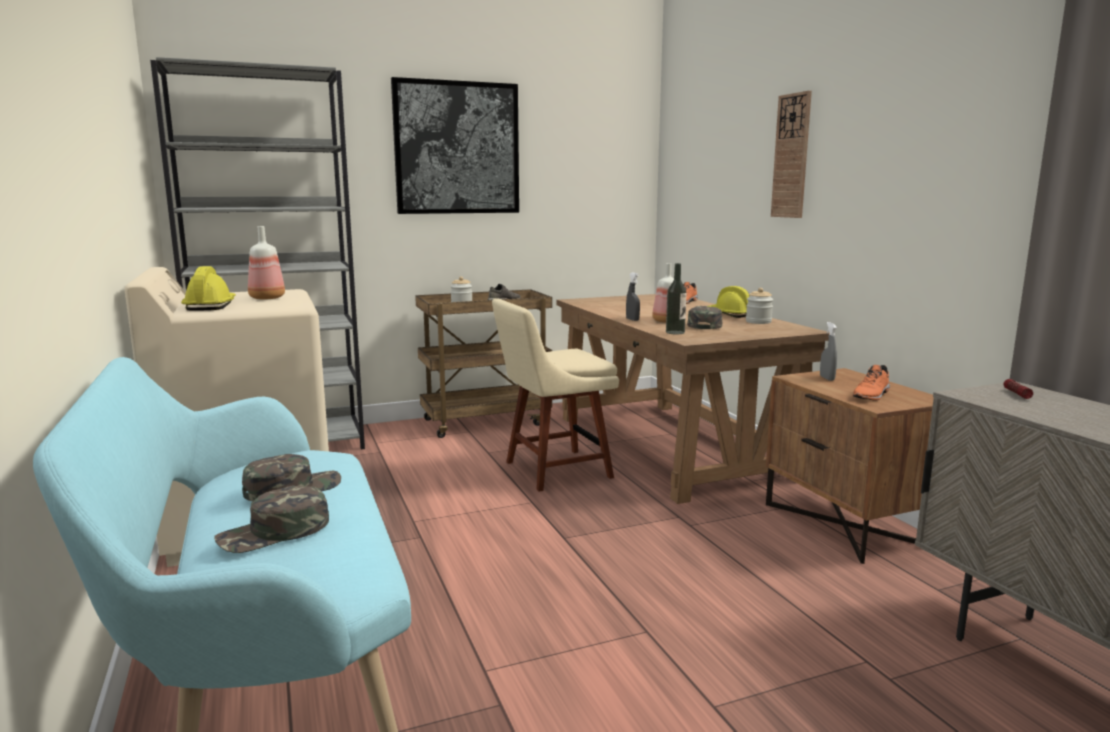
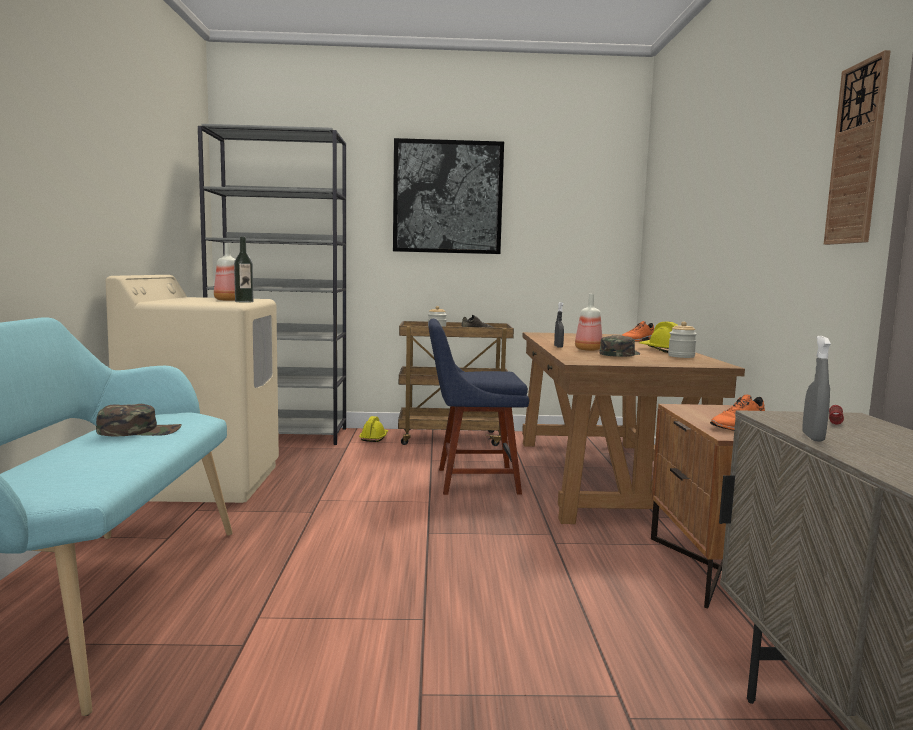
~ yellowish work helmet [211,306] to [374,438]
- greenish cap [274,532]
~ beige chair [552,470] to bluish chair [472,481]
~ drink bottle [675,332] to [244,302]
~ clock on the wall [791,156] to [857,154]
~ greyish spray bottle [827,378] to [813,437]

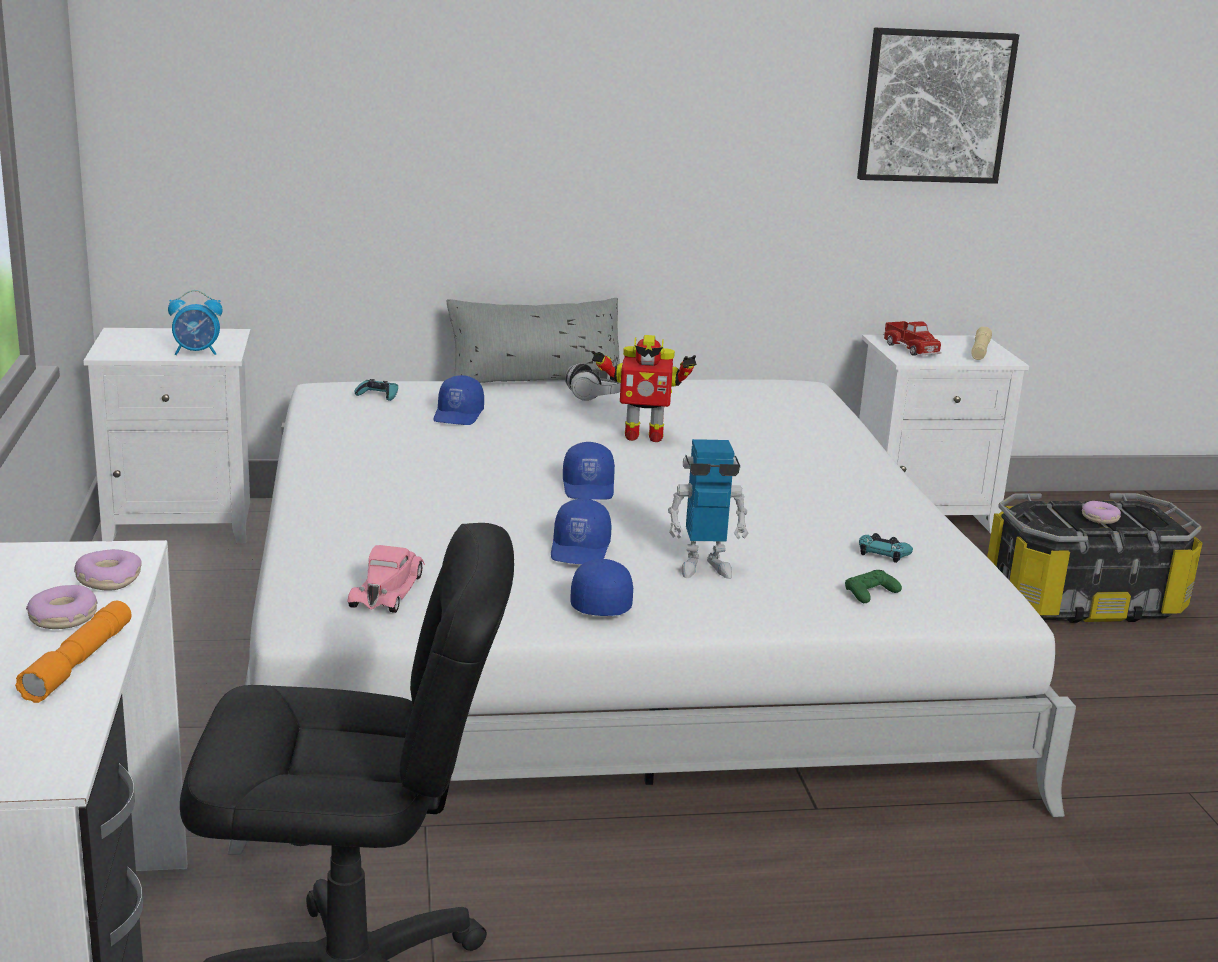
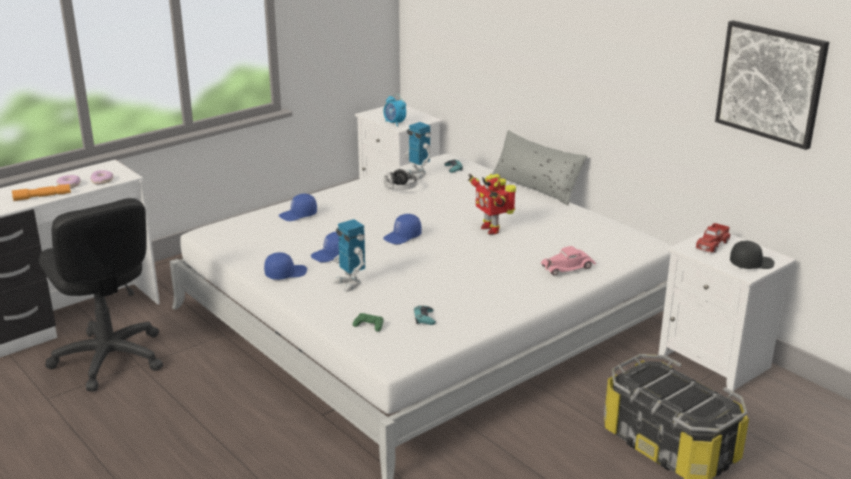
~ pink toy car [387,589] to [568,267]
~ bluish cap [459,415] to [298,215]
~ headphones [595,396] to [401,188]
~ beige hand torch [980,351] to black cap [751,263]
- doughnut [1100,519]
+ model robot [417,174]

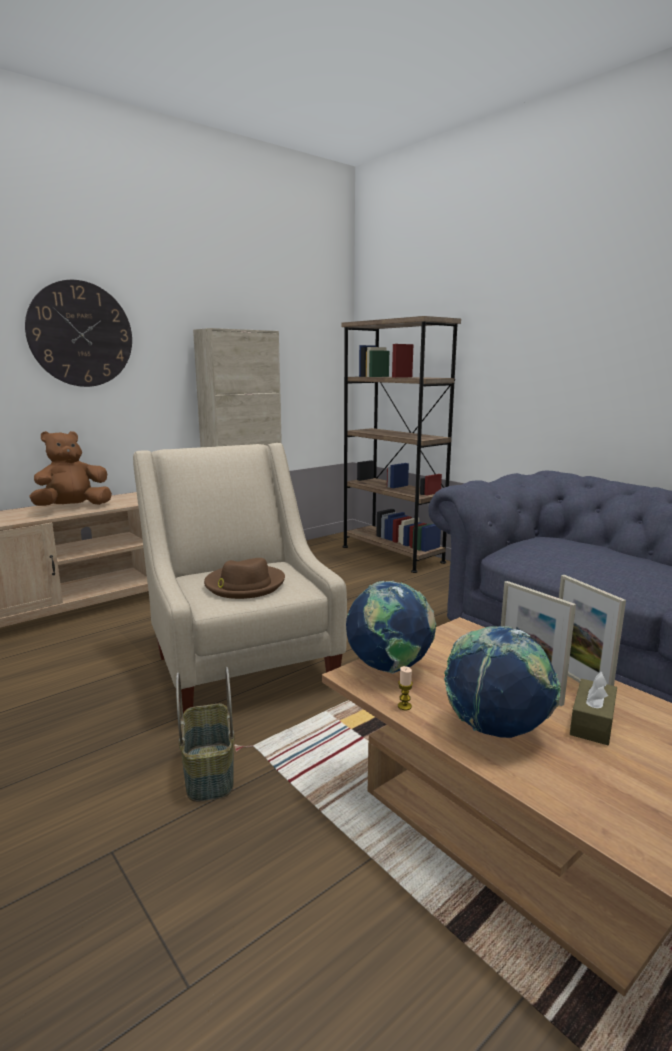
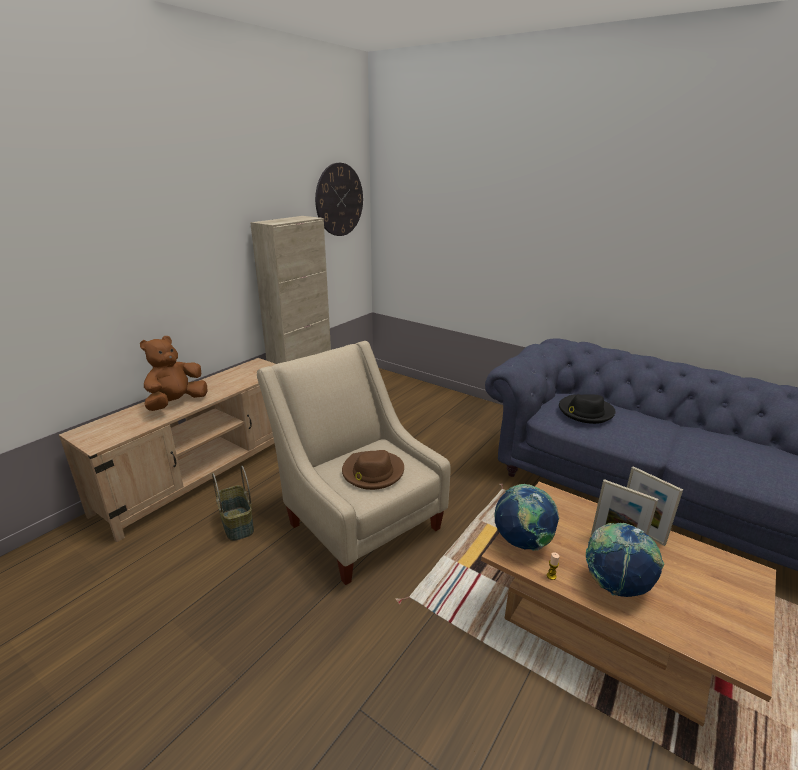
~ clock on the wall [80,334] to [339,200]
~ household basket [207,771] to [236,524]
- brownish shelving unit [392,554]
- brownish box of tissues [592,722]
+ black wearable hat [585,411]

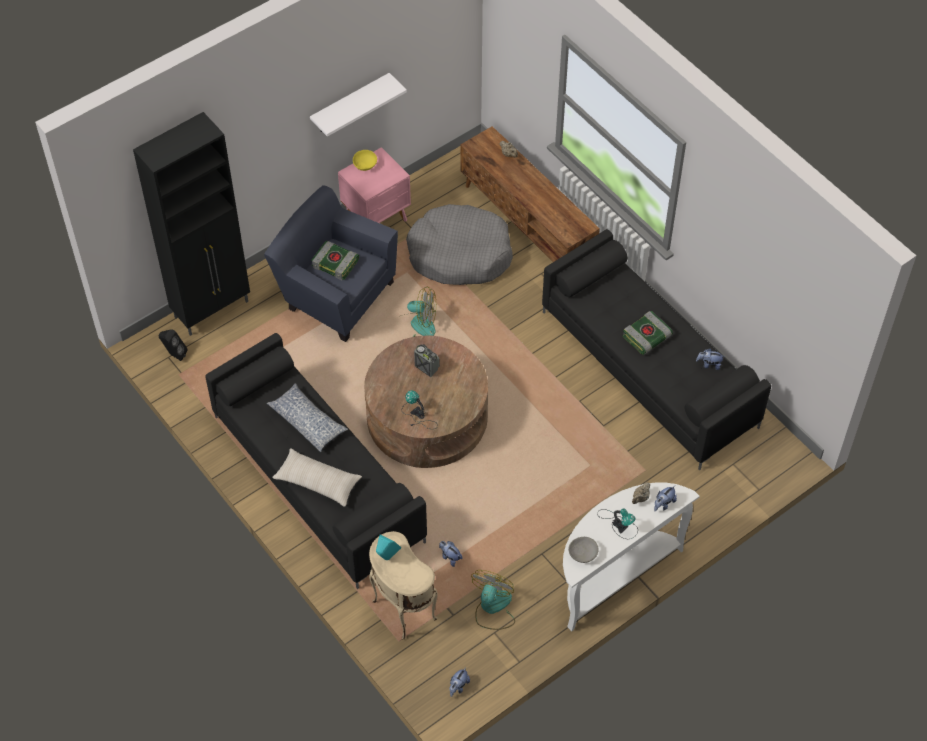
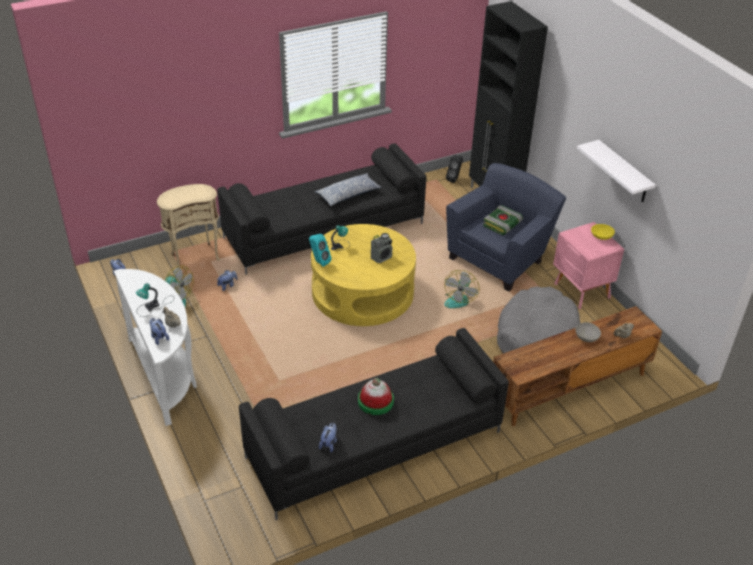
- beige pillow [317,482]
~ brownish low table [427,416] to yellowish low table [362,292]
~ turquoise-coloured loudspeaker [387,558] to [319,262]
~ greyish serving bowl [583,554] to [586,337]
~ volume [646,337] to wearable hat [375,401]

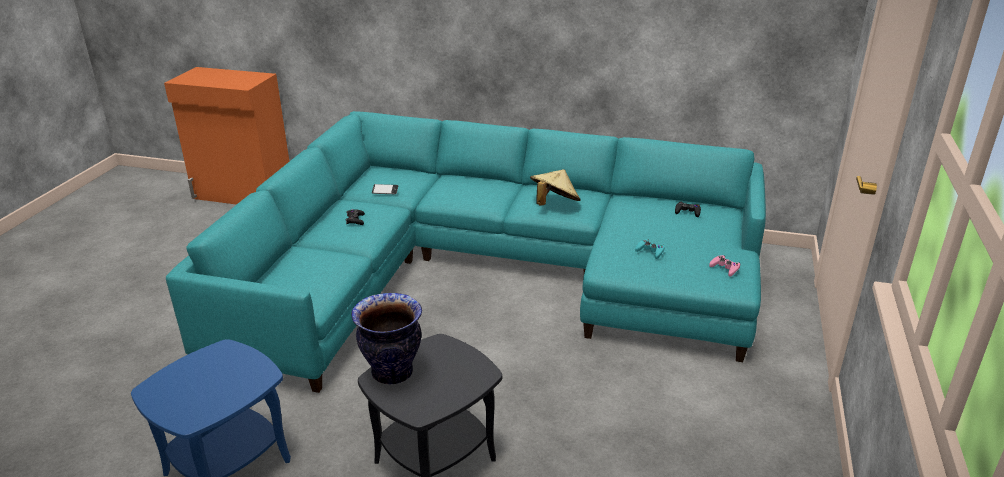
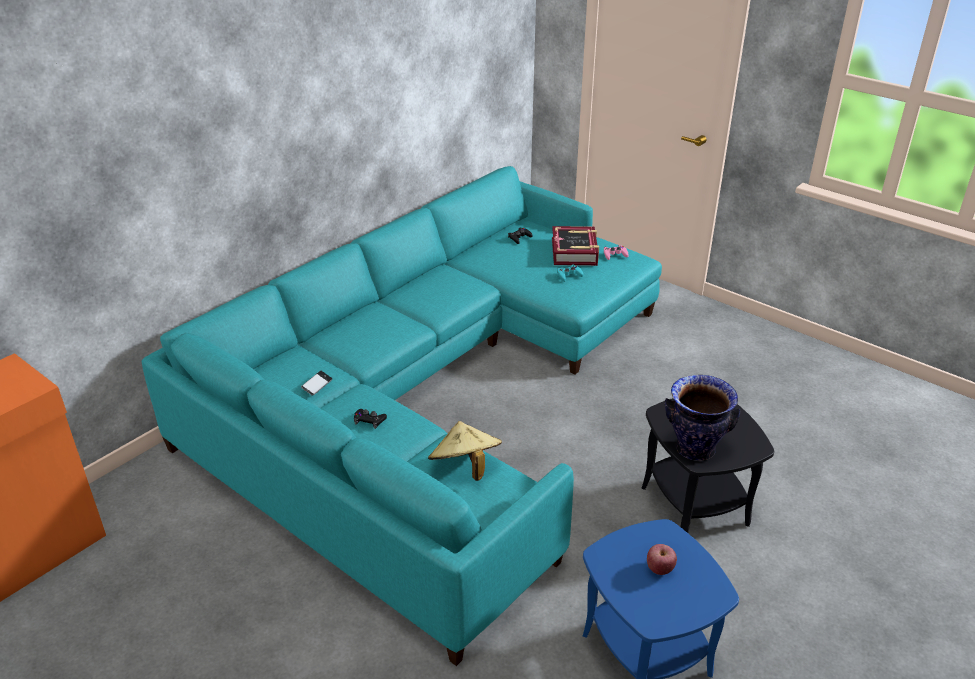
~ beige wearable hat [554,204] to [465,467]
+ volume [574,252]
+ whole apple [660,569]

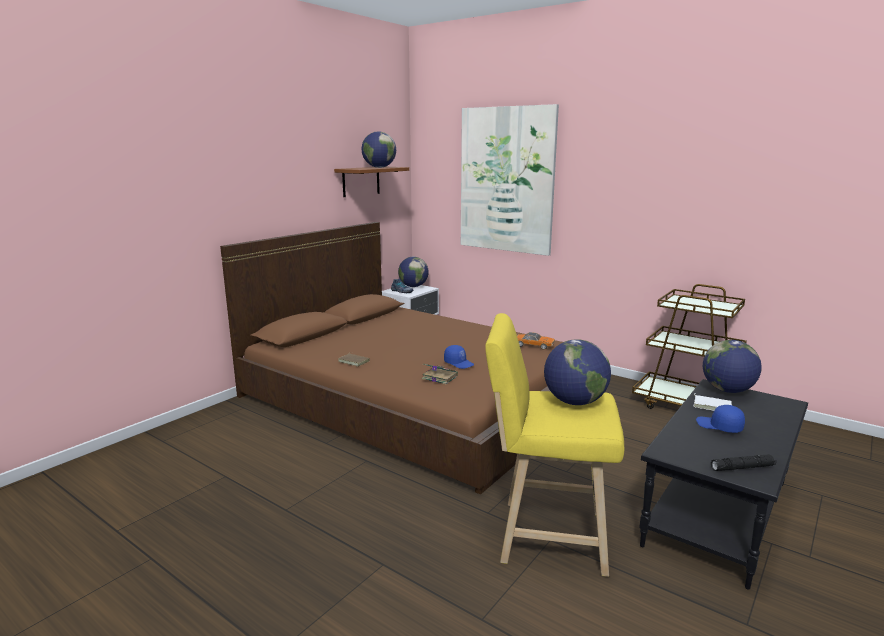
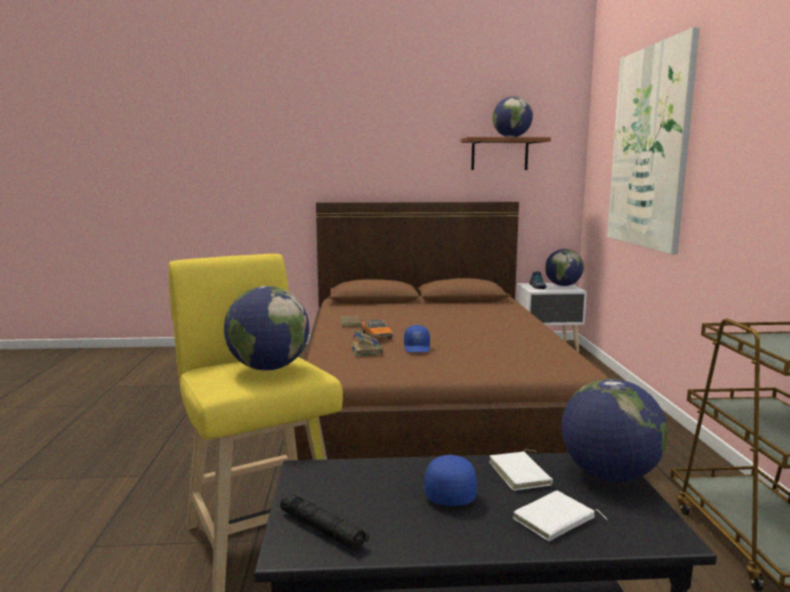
~ toy car [534,345] to [376,335]
+ whitish volume [555,521]

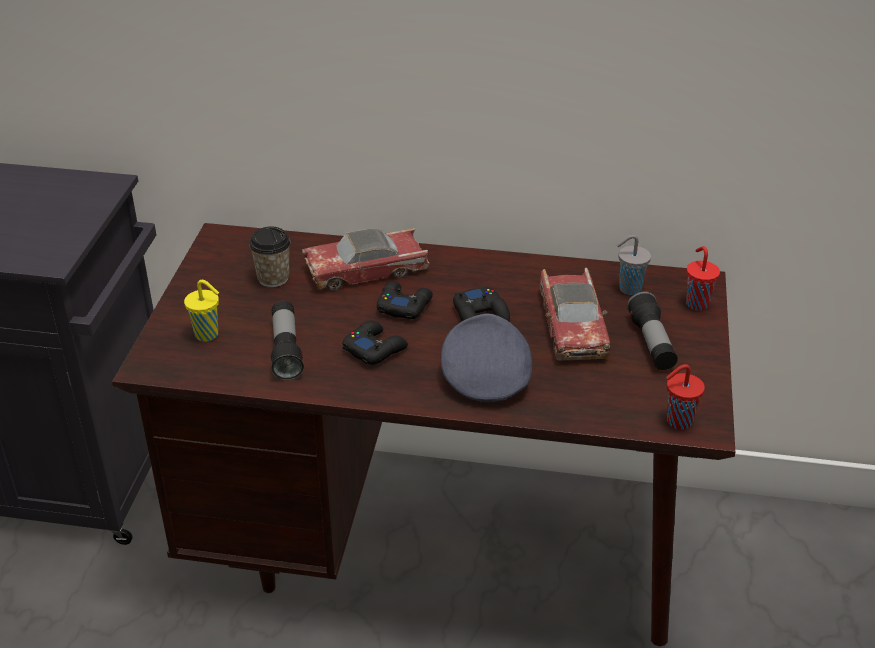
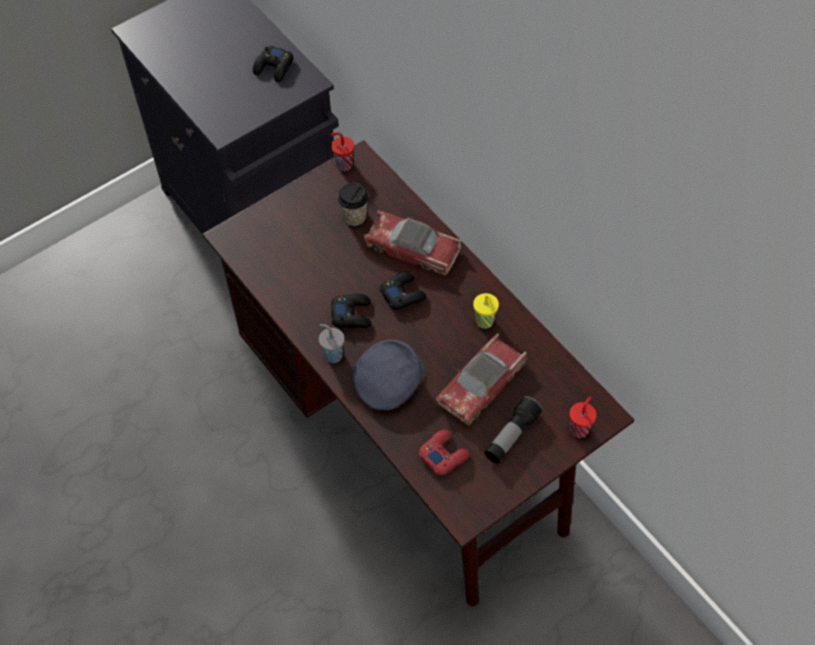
~ yellowish cup [208,335] to [485,322]
- hand torch [286,350]
~ black gamepad [481,315] to [274,67]
~ greyish cup [628,289] to [332,355]
~ red-coloured cup [677,421] to [343,164]
+ red-coloured gamepad [443,455]

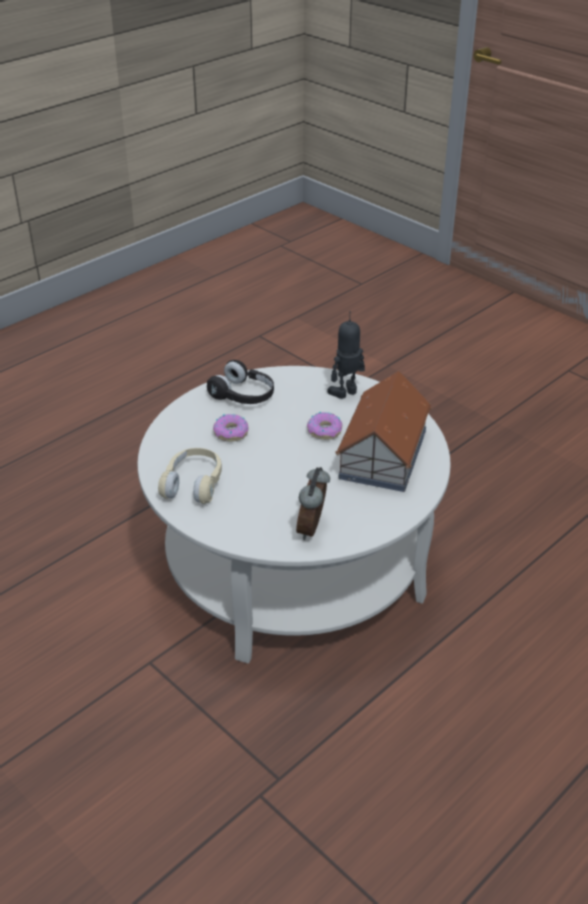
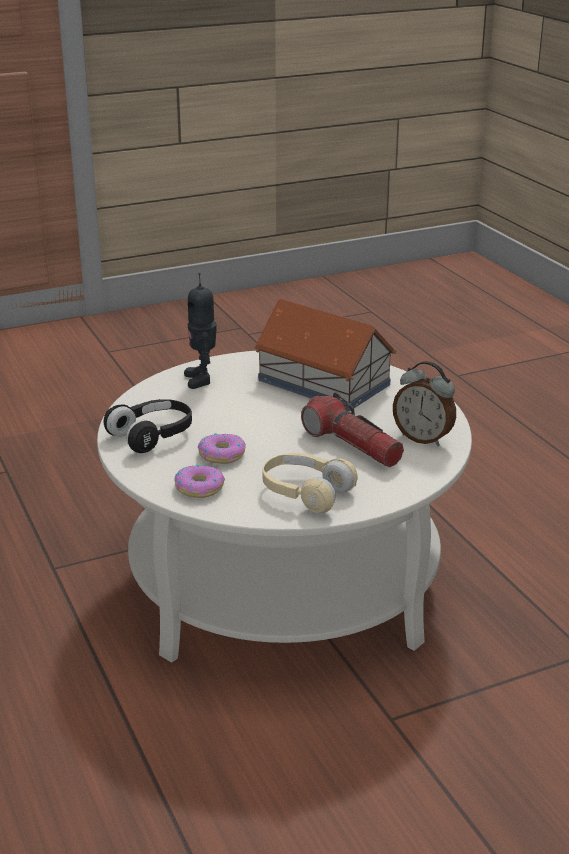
~ doughnut [325,431] to [199,488]
+ hand torch [352,445]

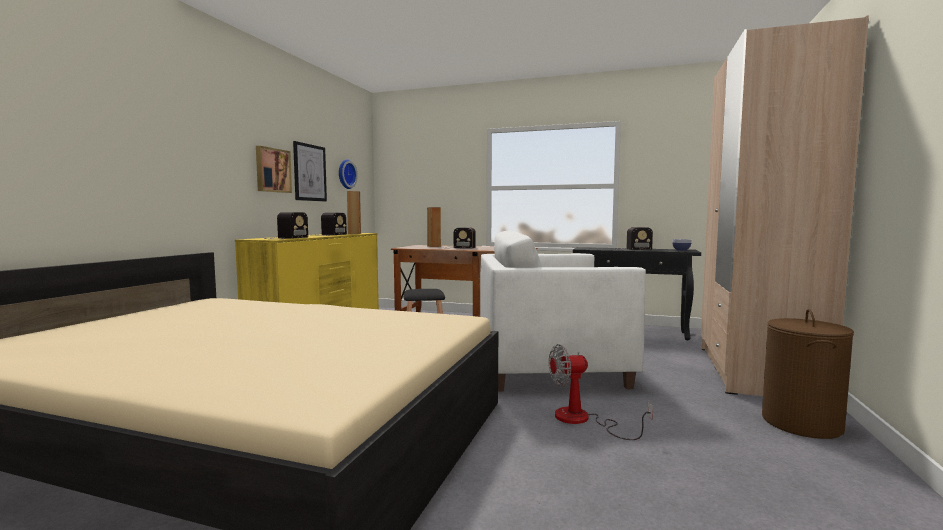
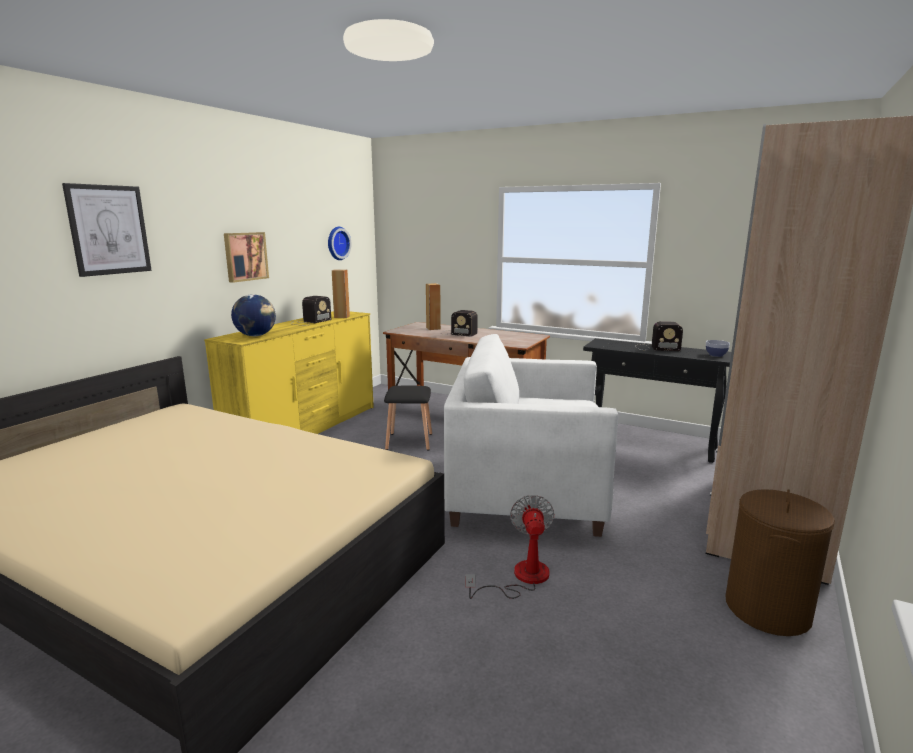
~ radio set [285,238] to desk globe [256,335]
~ wall art [309,172] to [109,230]
~ fan [583,420] = [521,578] 90 degrees clockwise

